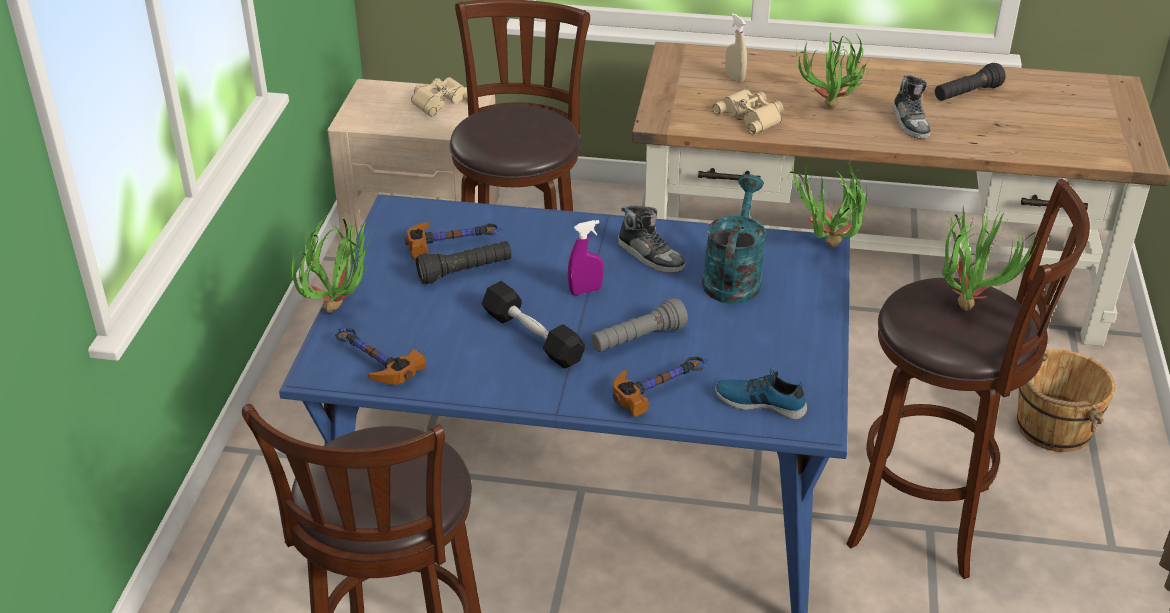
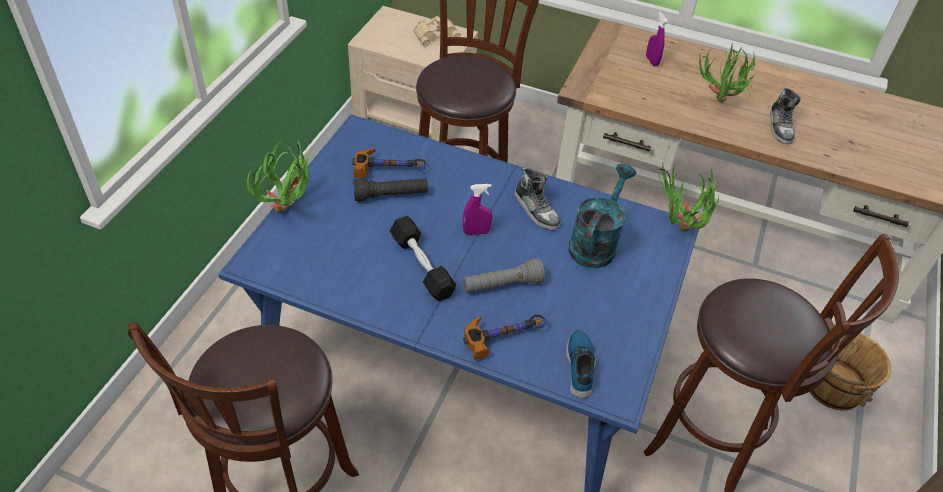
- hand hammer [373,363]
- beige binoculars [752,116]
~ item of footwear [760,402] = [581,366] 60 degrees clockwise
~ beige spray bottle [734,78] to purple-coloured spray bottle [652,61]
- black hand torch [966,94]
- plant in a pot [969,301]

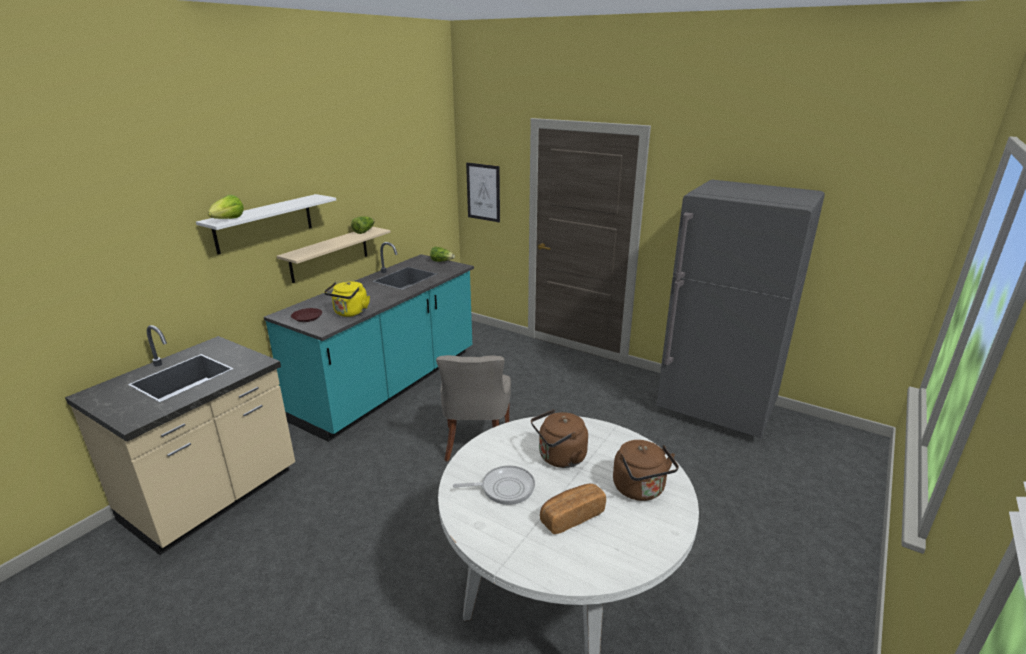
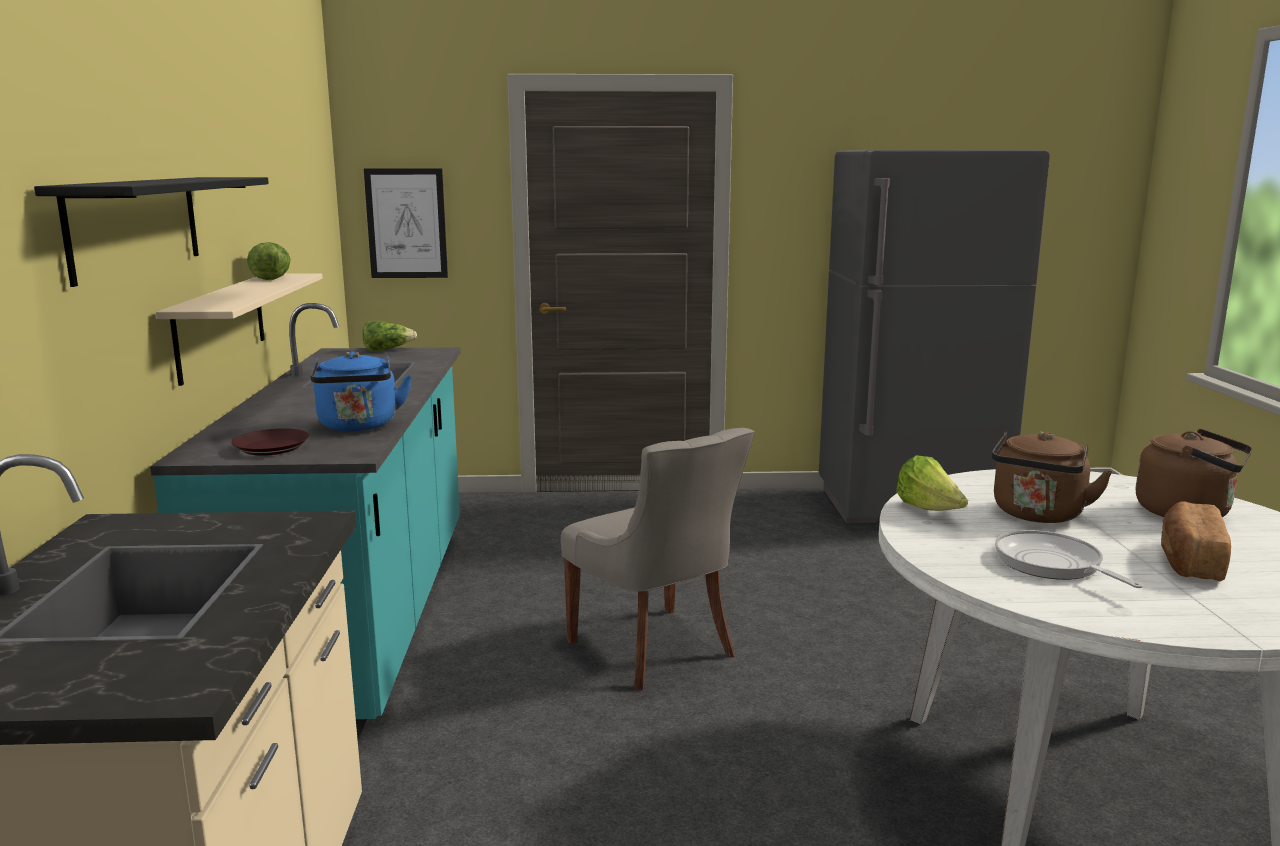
~ whitish bracket shelf [264,223] to black bracket shelf [135,225]
~ lettuce head [228,220] to [929,510]
~ yellowish water kettle [350,313] to bluish water kettle [359,427]
~ pan [504,488] = [1052,565] 75 degrees counterclockwise

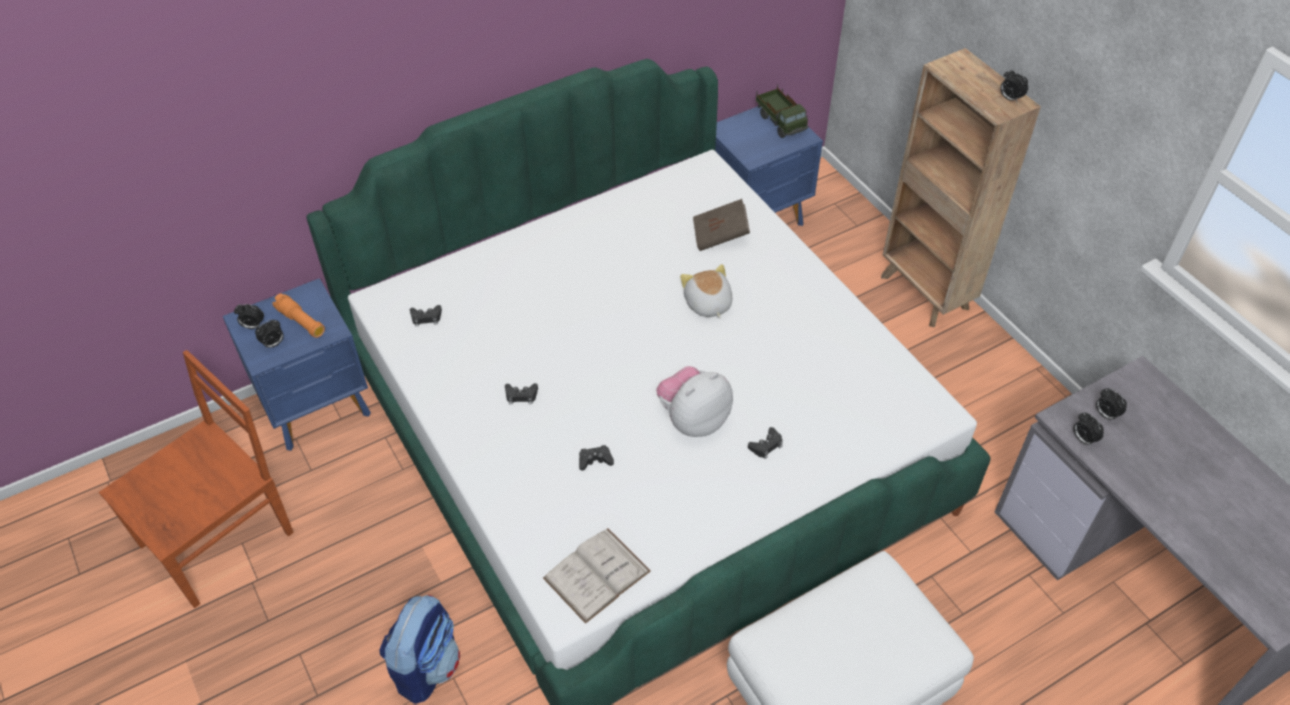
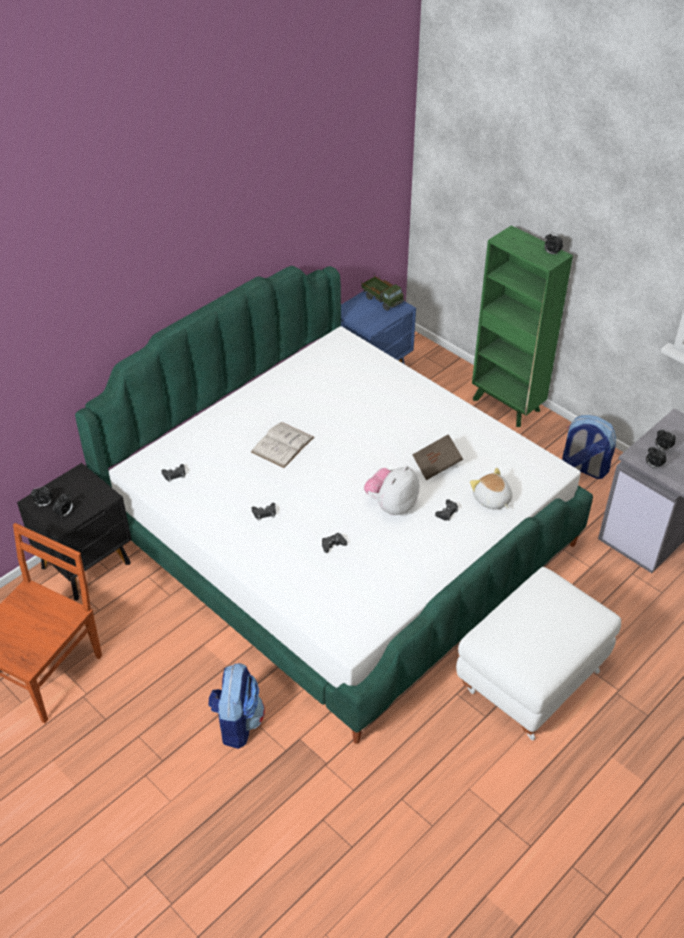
~ bluish nightstand [318,407] to black nightstand [88,565]
- orangey hand torch [301,321]
~ whitish volume [597,574] to [282,444]
~ plush toy [707,304] to [491,500]
~ brownish volume [720,236] to [436,465]
~ brownish shelving unit [925,293] to greenish shelving unit [507,405]
+ backpack [583,468]

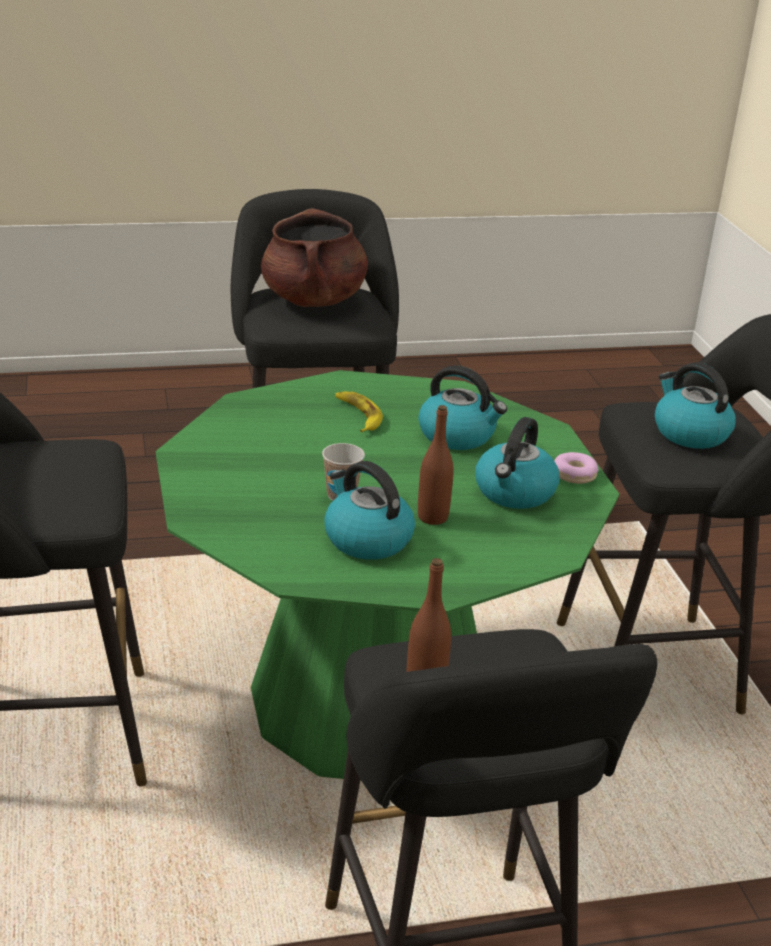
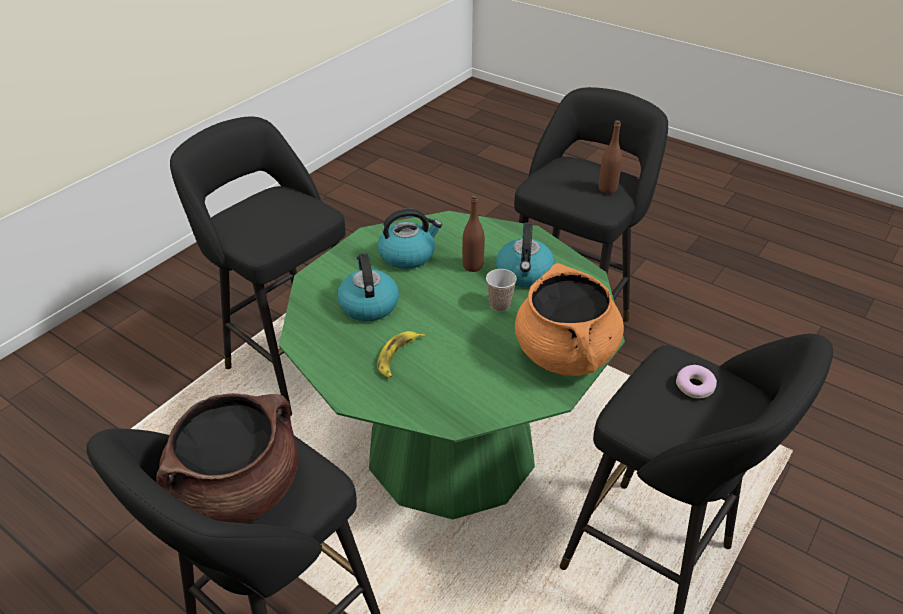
~ doughnut [574,474] to [694,386]
- water kettle [689,433]
+ orangey saucepot [565,354]

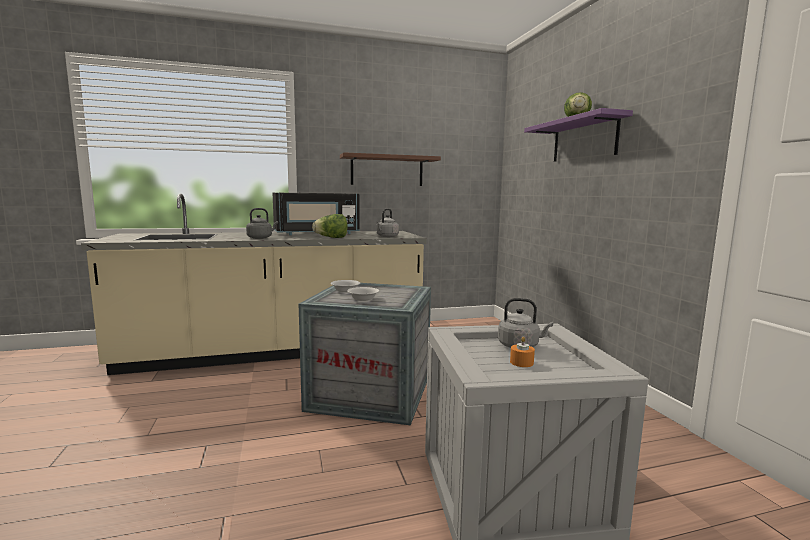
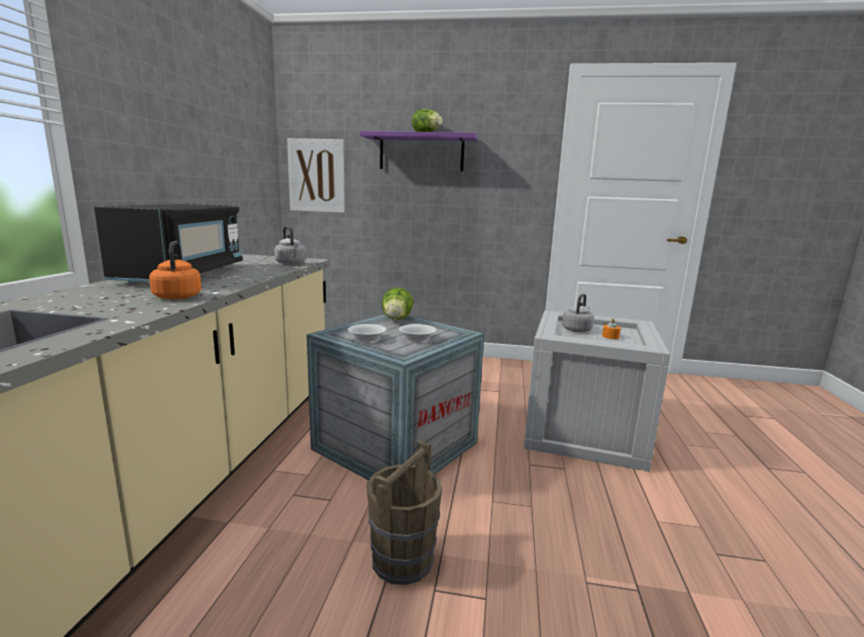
~ greyish water kettle [261,238] to orangey water kettle [178,296]
~ lettuce head [331,238] to [396,320]
- brownish bracket shelf [387,171]
+ wall art [316,176]
+ brownish pail [403,559]

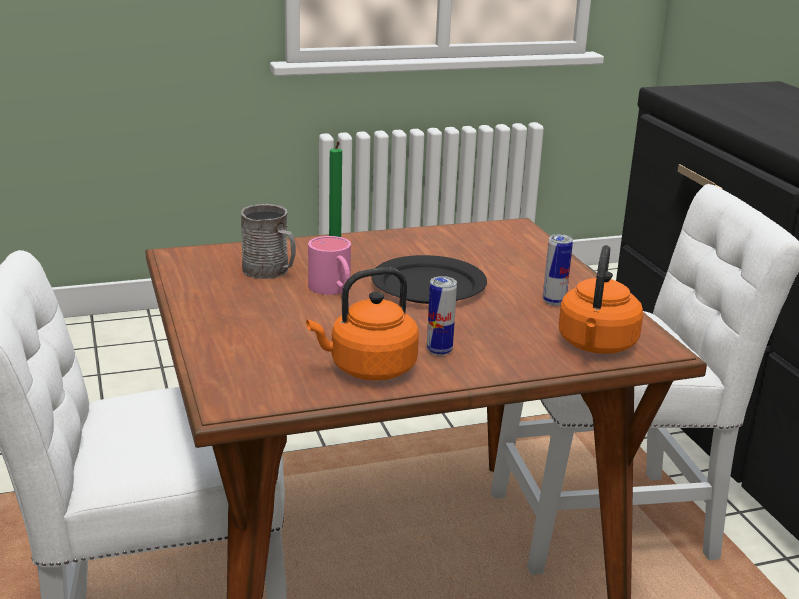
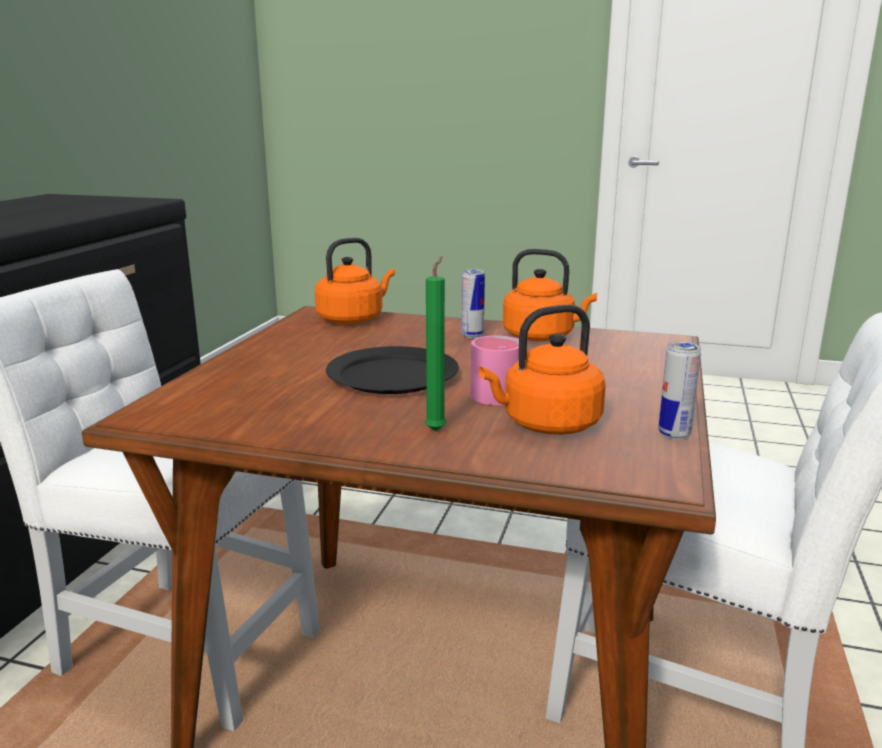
~ greyish coffee mug [270,271] to orangey water kettle [546,425]
~ can [554,302] to [674,434]

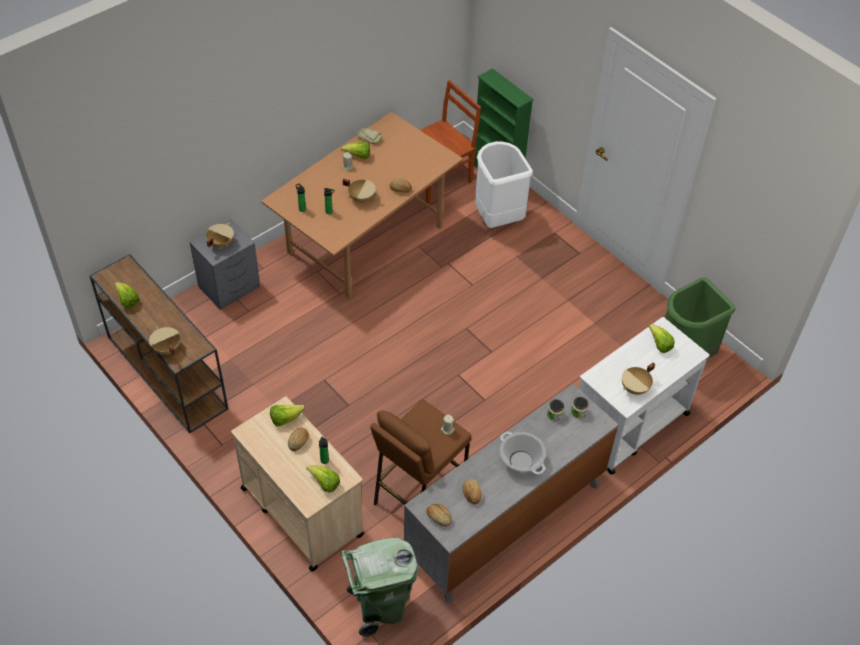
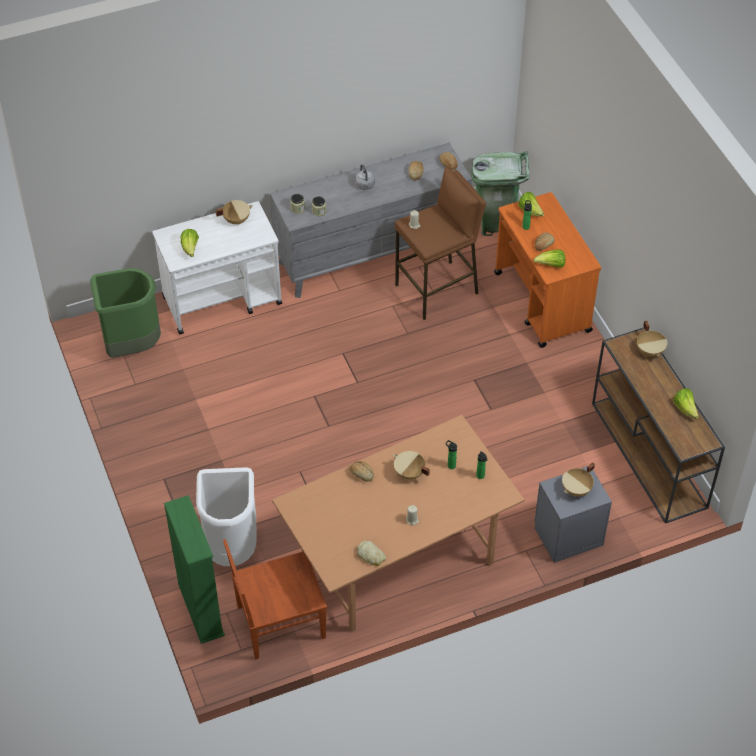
~ beige trolley [301,511] to orangey trolley [542,303]
- lettuce head [358,156]
~ saucepot [521,461] to greyish water kettle [365,186]

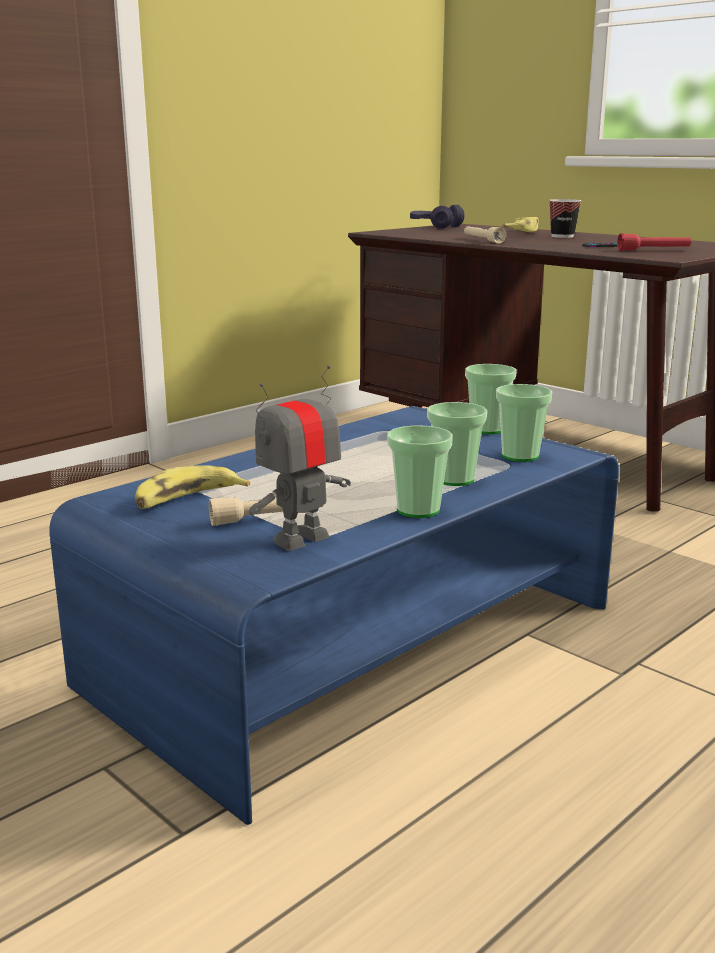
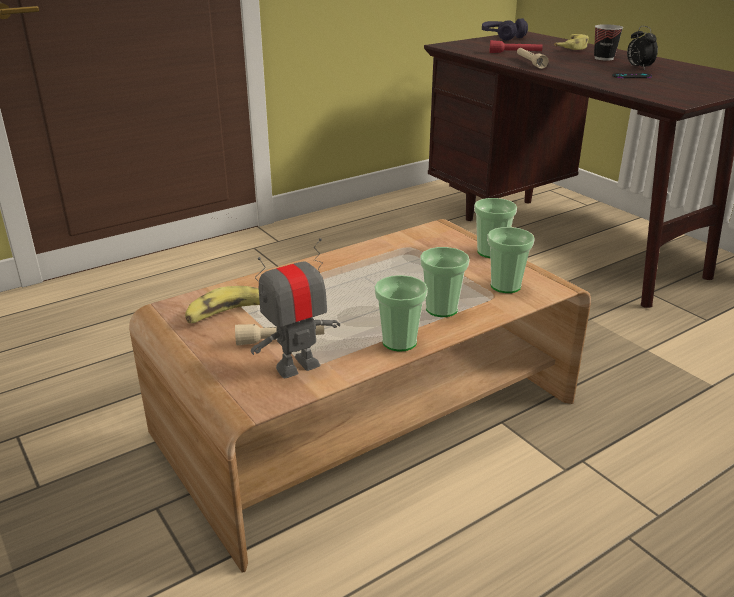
~ bluish low table [357,643] to brownish low table [366,417]
~ red-coloured hand torch [653,250] to [515,53]
+ bedside clock [638,68]

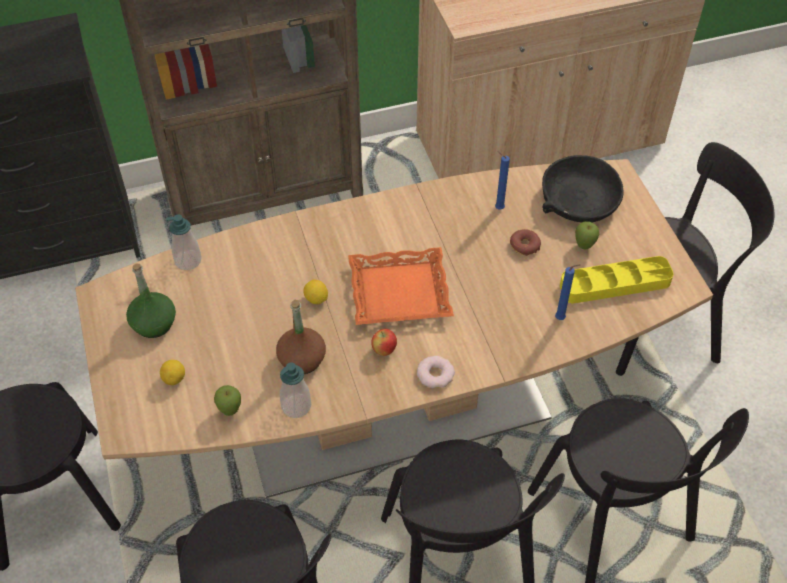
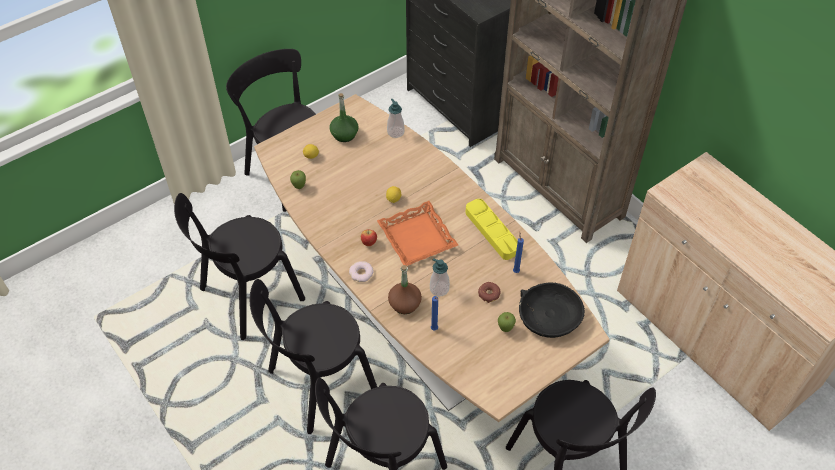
~ brownish drink bottle [302,359] to [404,304]
~ soap dispenser [296,406] to [439,289]
~ yellowish serving tray [615,284] to [492,231]

